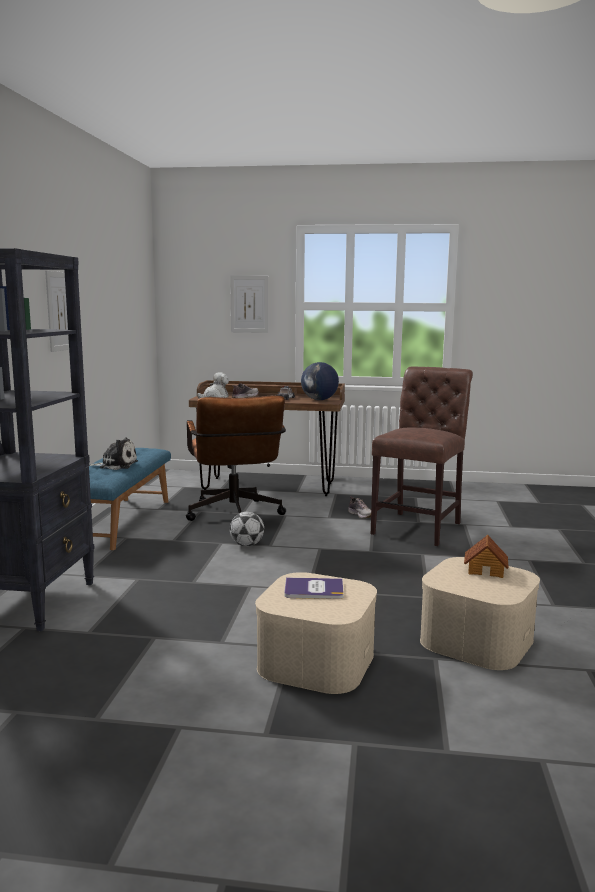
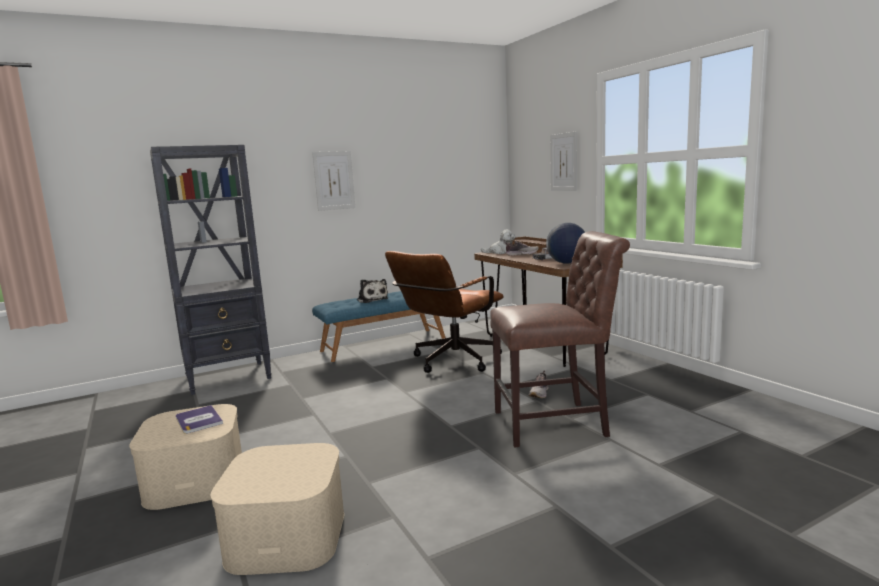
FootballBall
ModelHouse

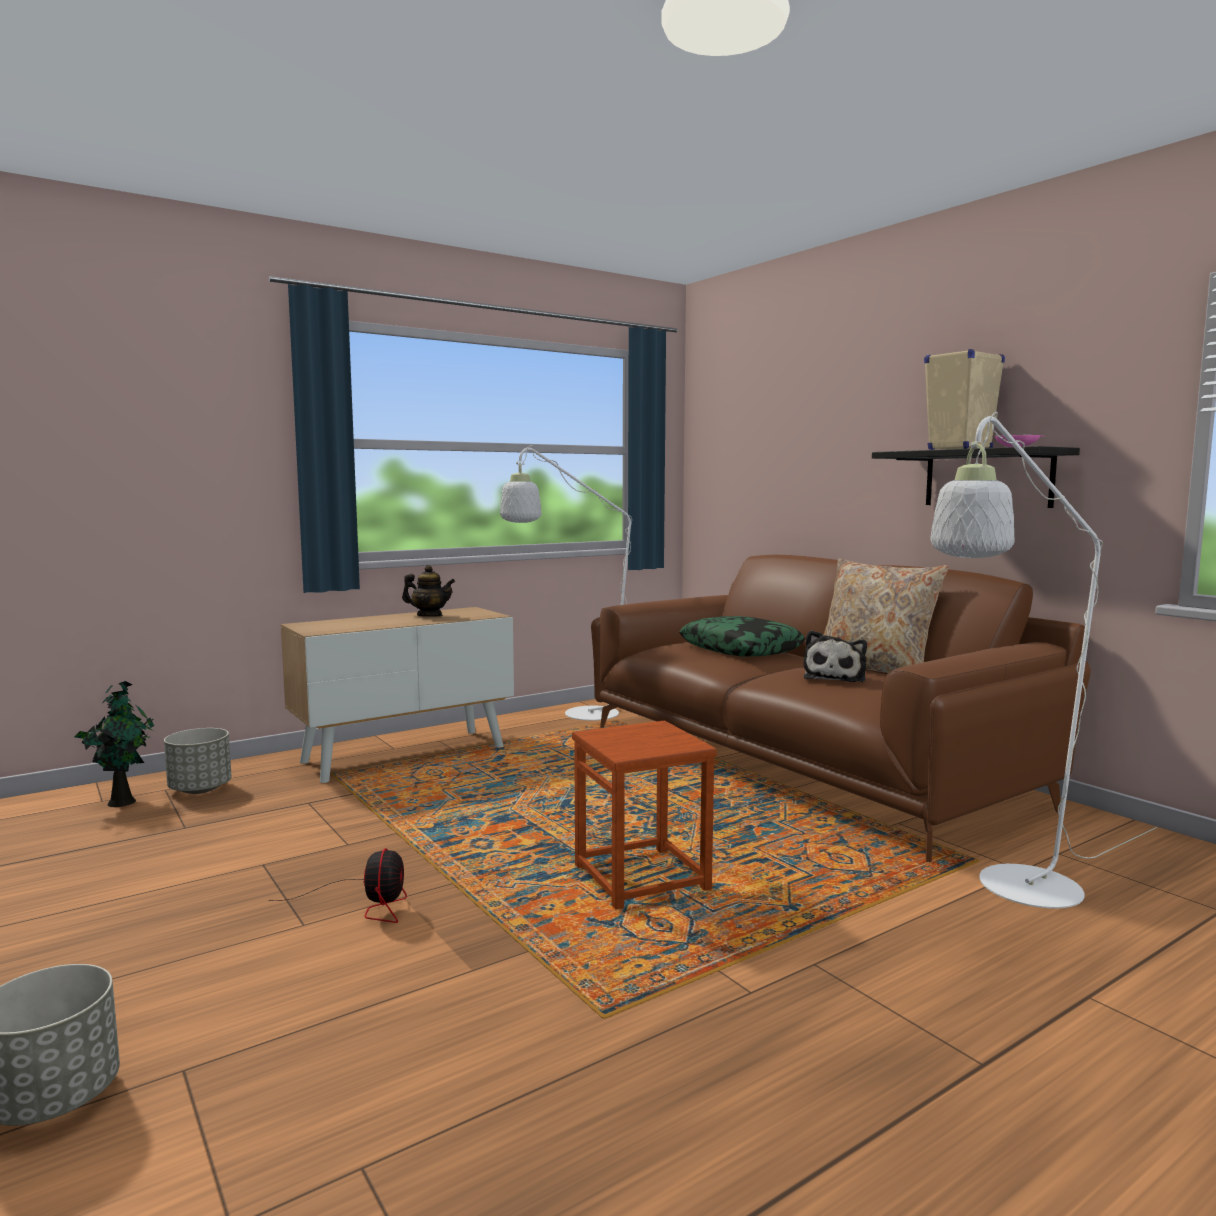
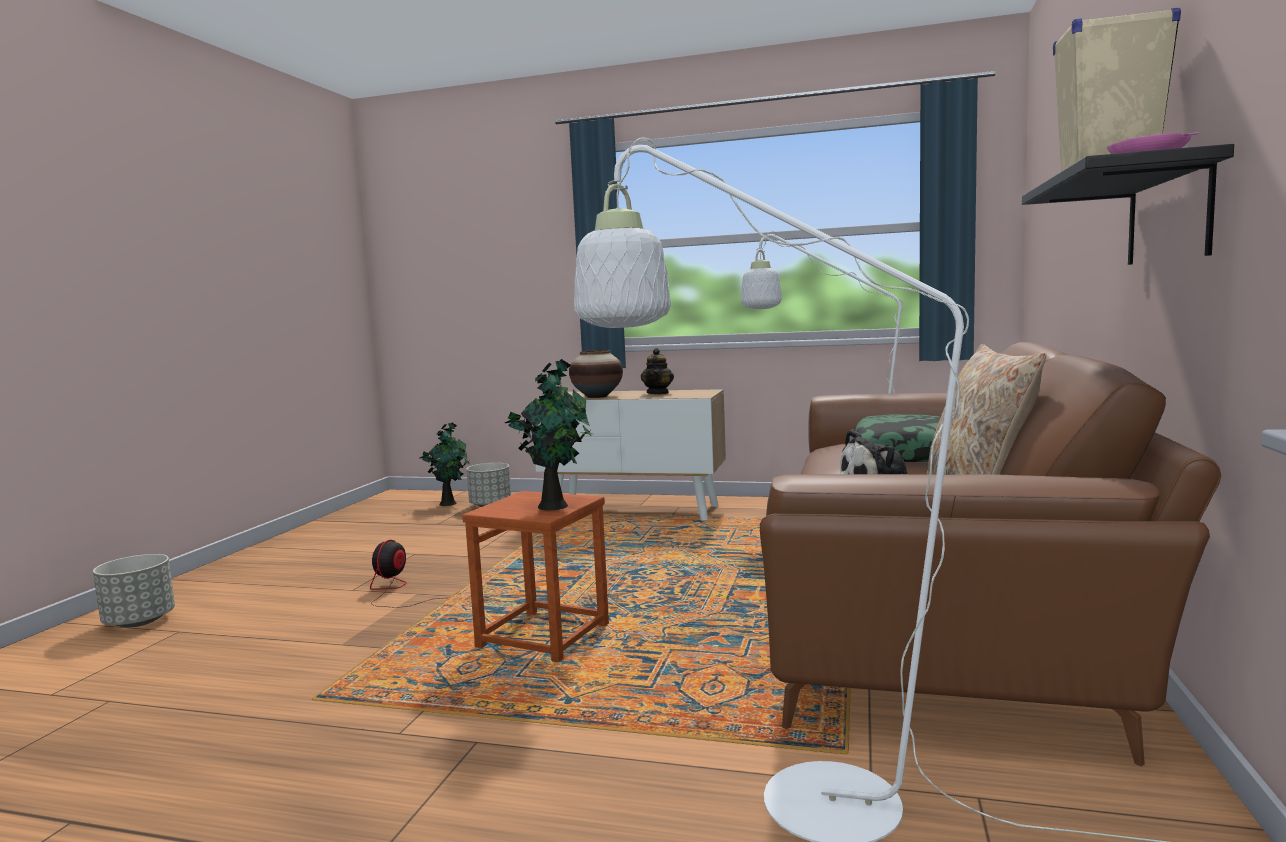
CoolingFan
Teapot
PottedPlant (no. 2 from left)
FlowerVase

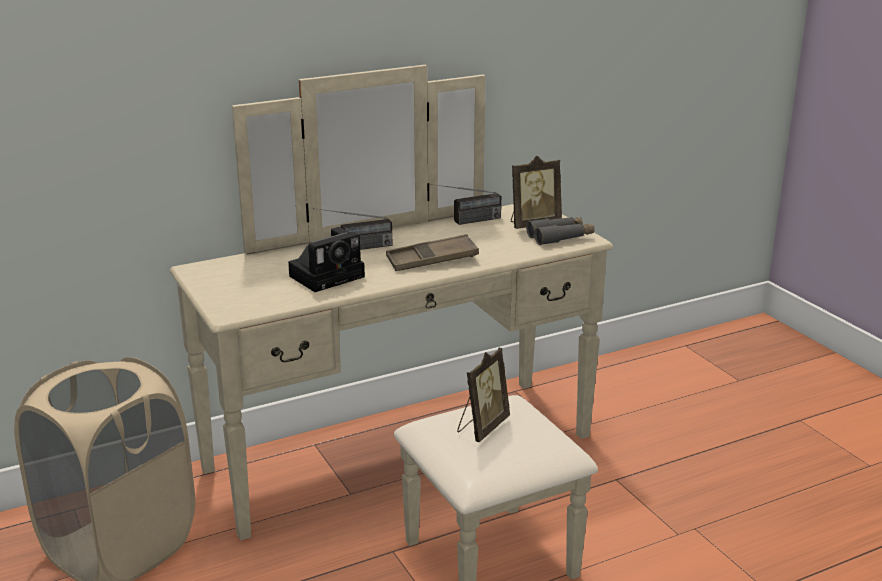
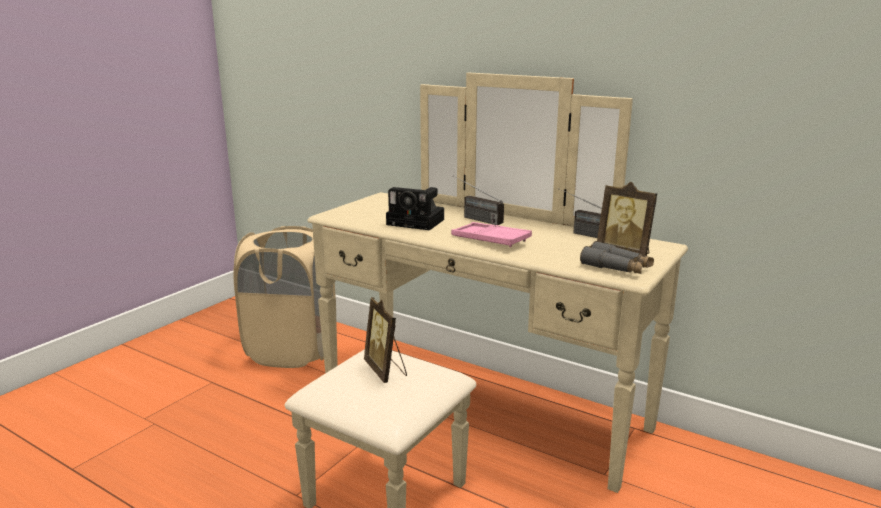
PinkishCarryingTray
StandingFrame (no. 1 from left)

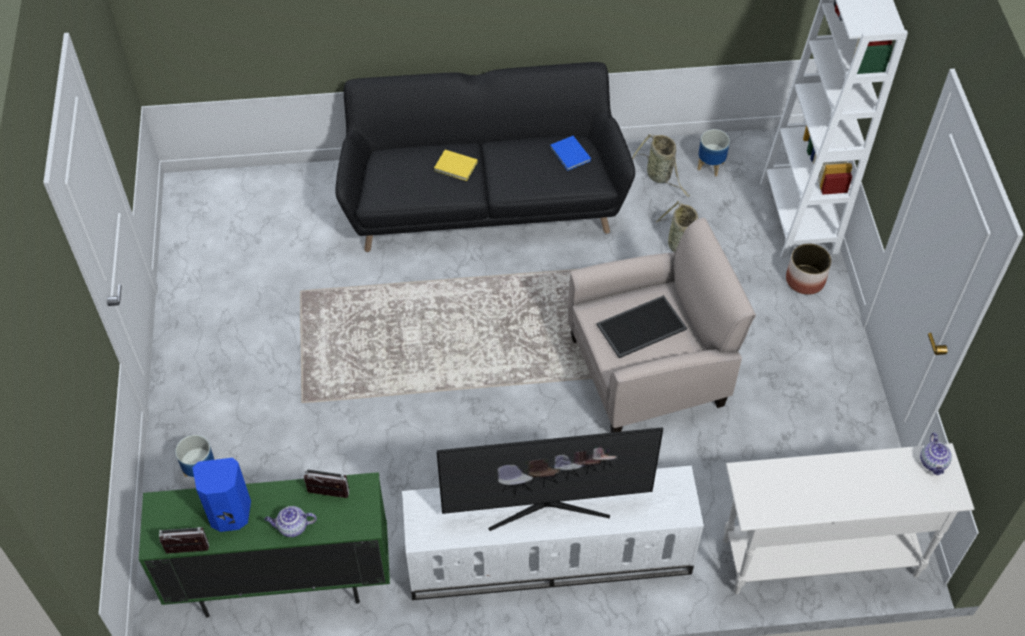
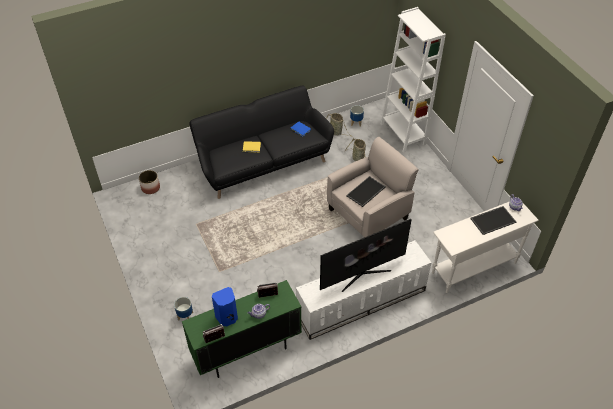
Planter (no. 1 from left)
CarryingTray (no. 2 from left)

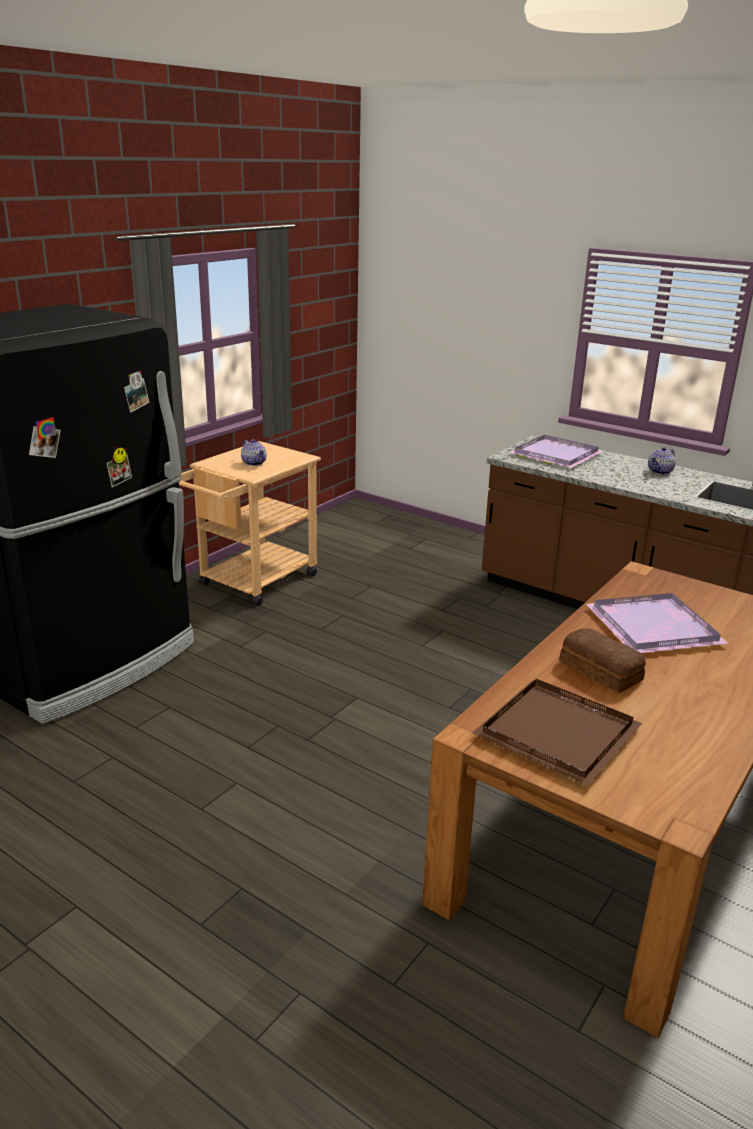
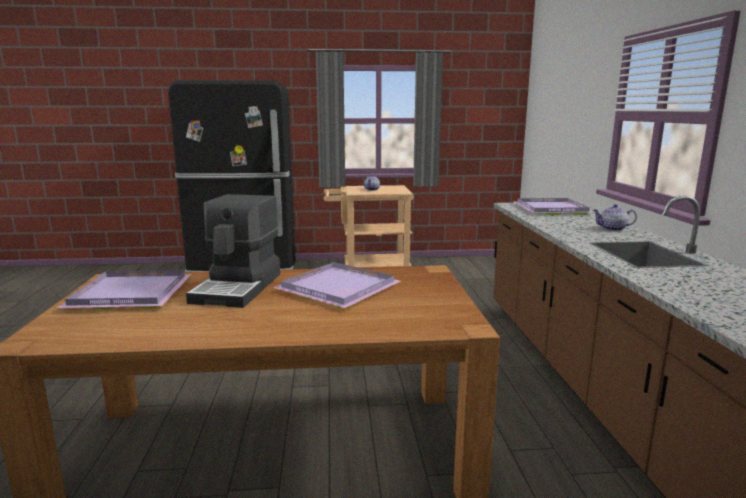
PurpleColouredCarryingTray (no. 1 from left)
CoffeeMaker

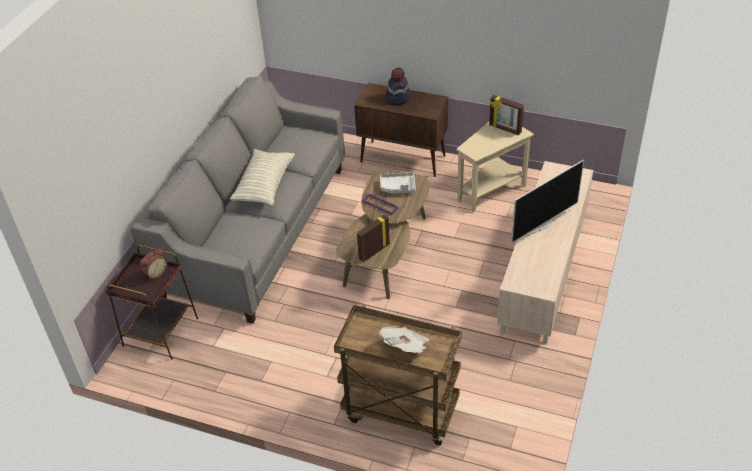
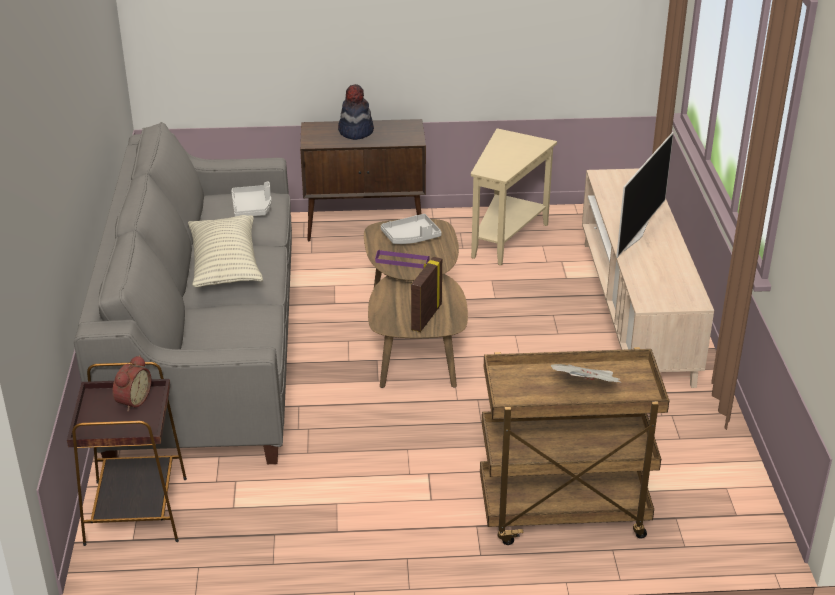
StandingFrame (no. 2 from left in the first image)
GrayCarryingTray (no. 1 from left)

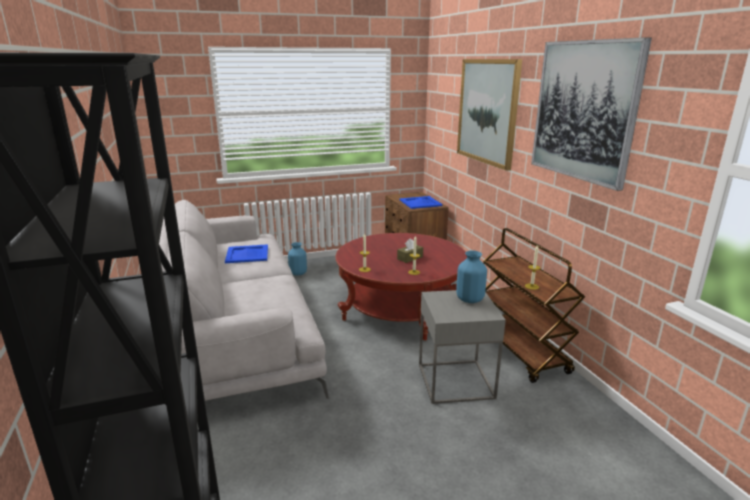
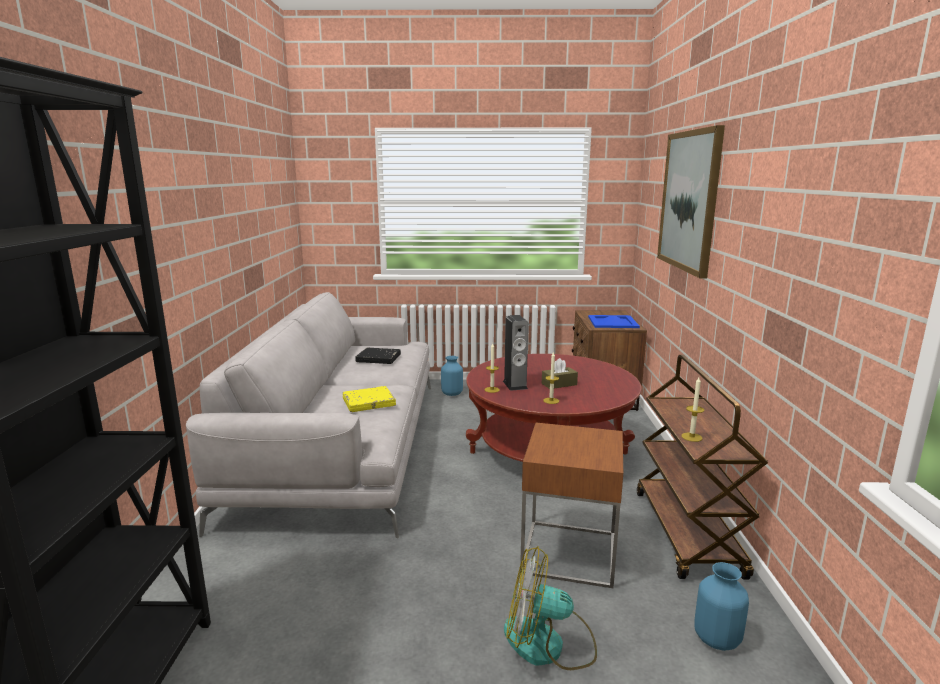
BlackColouredBoundBook
BrownEndTable
BlueColouredFlowerVase (no. 2 from left)
Picture (no. 2 from left in the first image)
YellowBoundBook
Speaker
CoolingFan

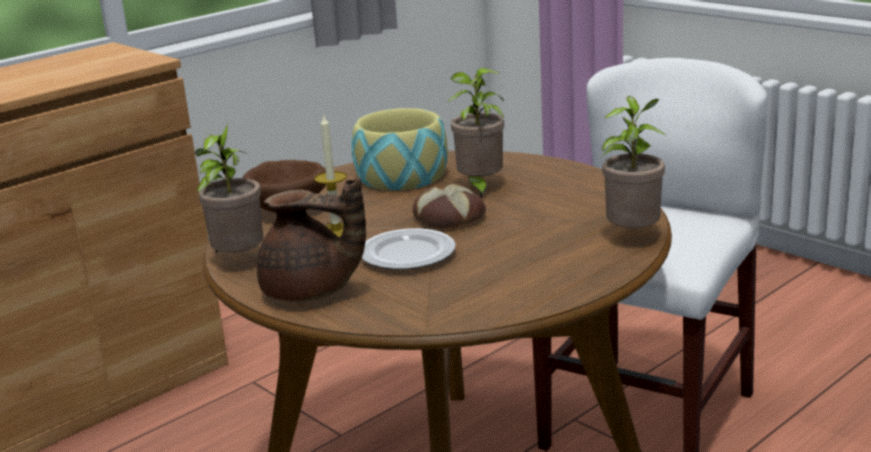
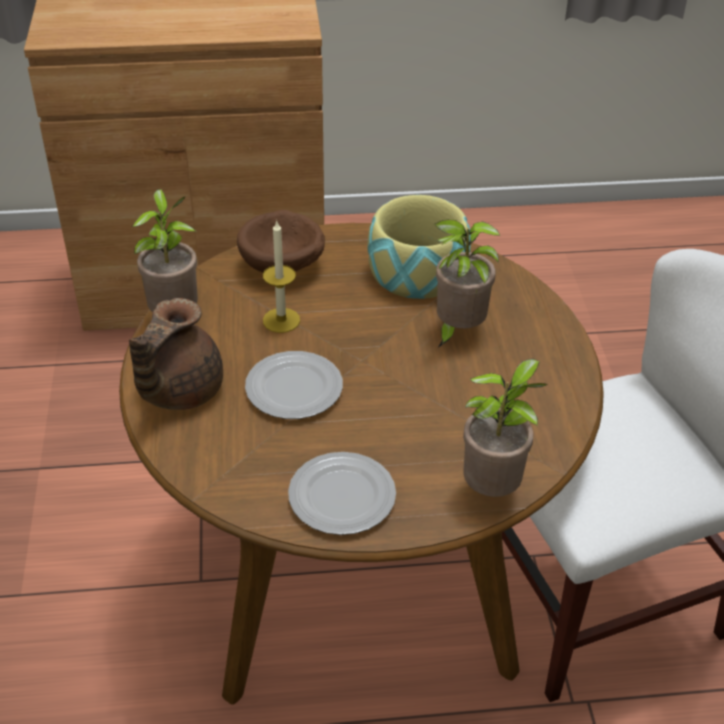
BrownTeapot
BakeryBread
Plate (no. 2 from left)

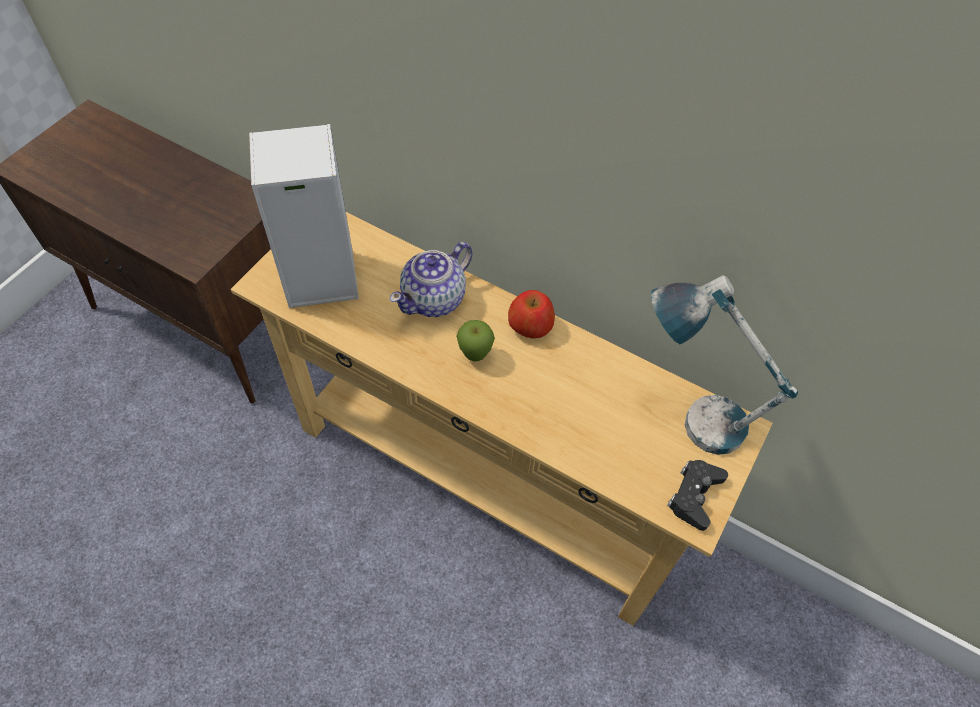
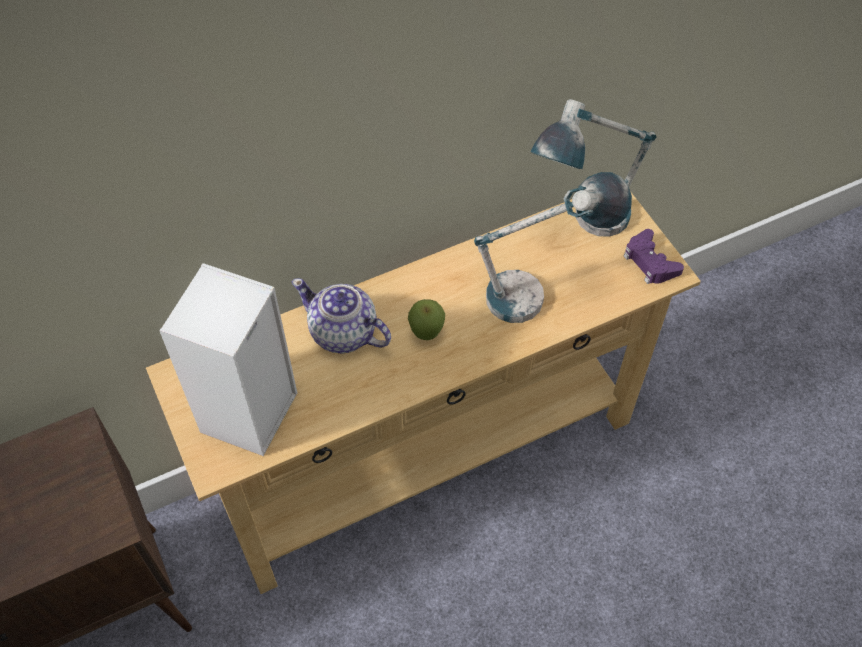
Teapot
Apple (no. 2 from left in the first image)
PurpleColouredGameController
LampForATable (no. 1 from left)

